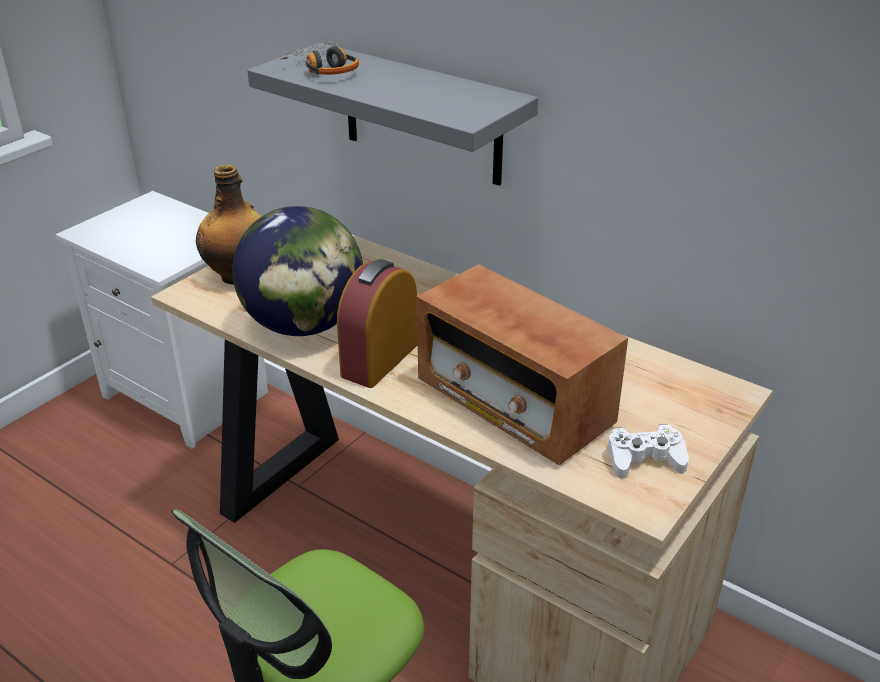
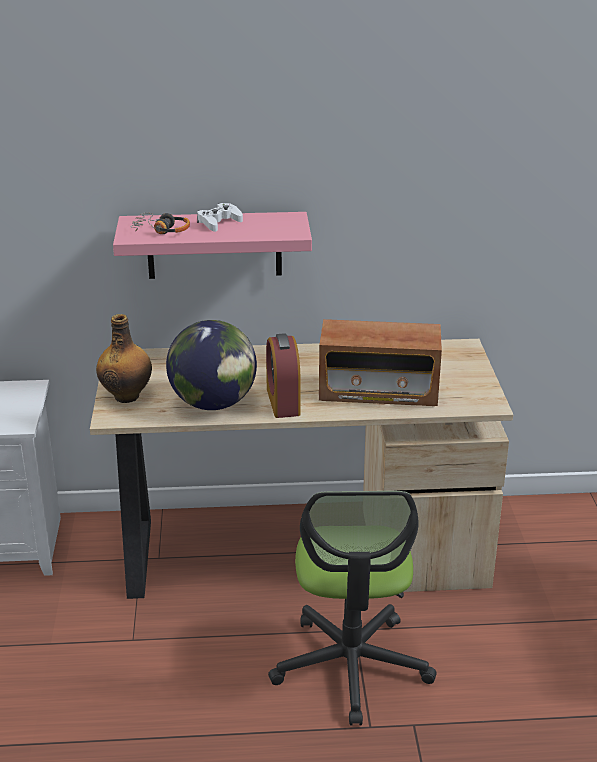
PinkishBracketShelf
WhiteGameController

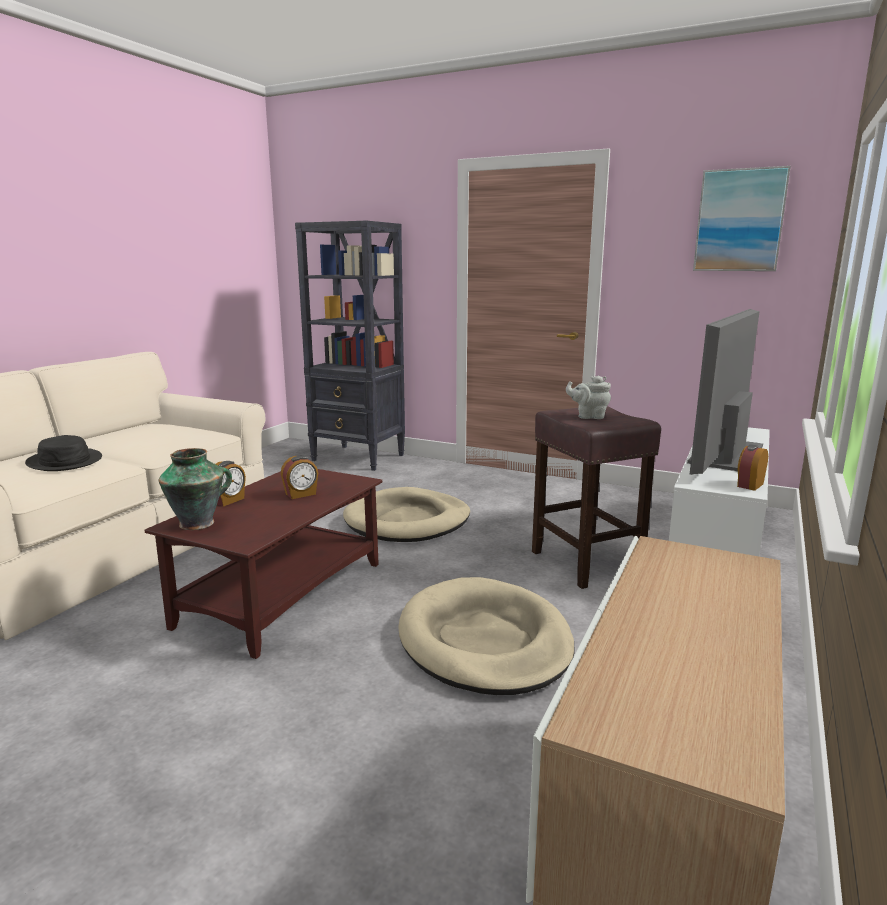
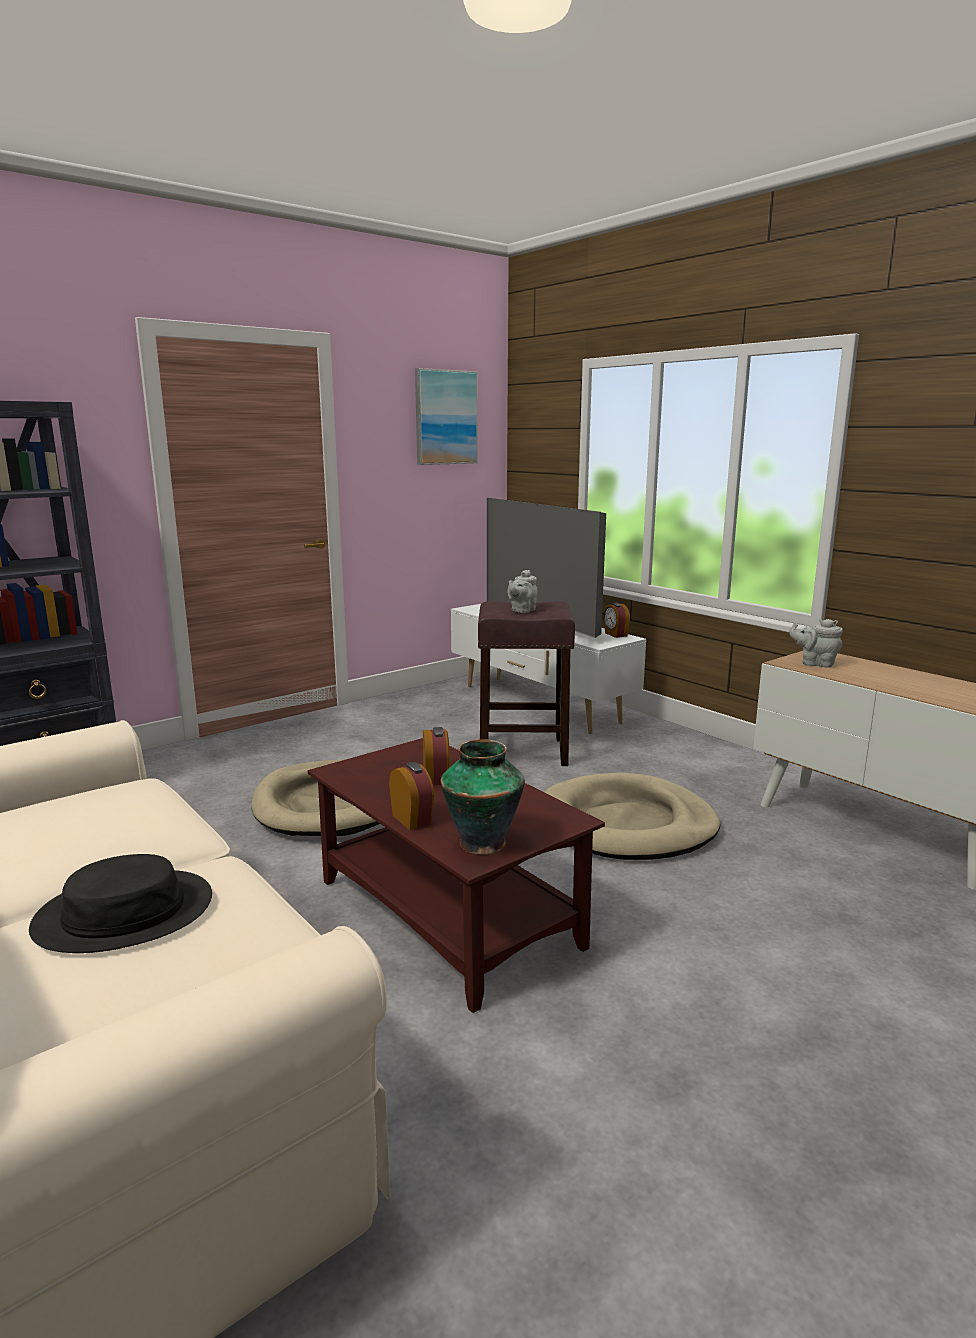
GrayTeapot (no. 2 from left)

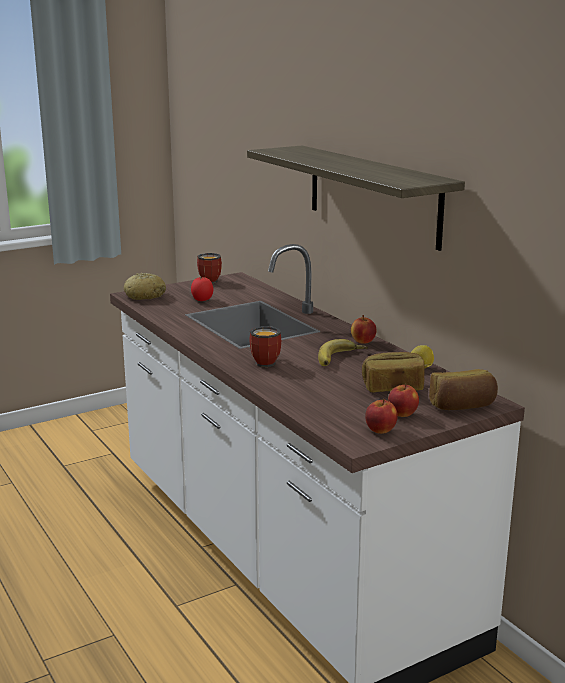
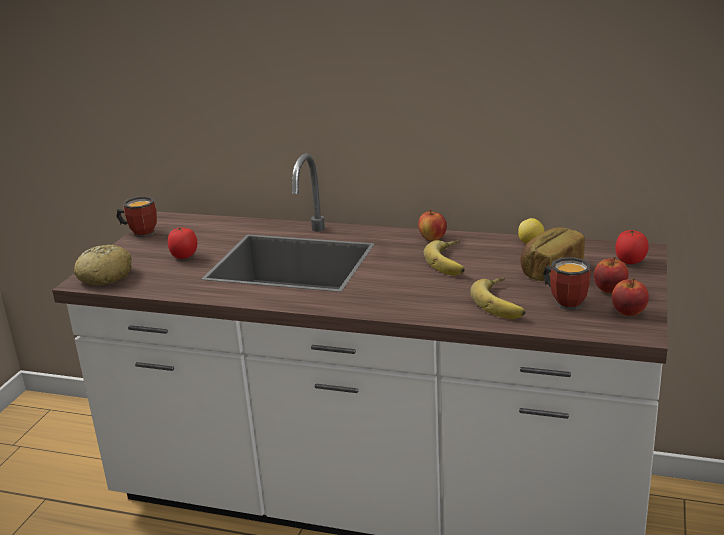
BracketShelf
CoffeeMug (no. 2 from left)
FreshTomato (no. 2 from left)
WholeBanana (no. 2 from left)

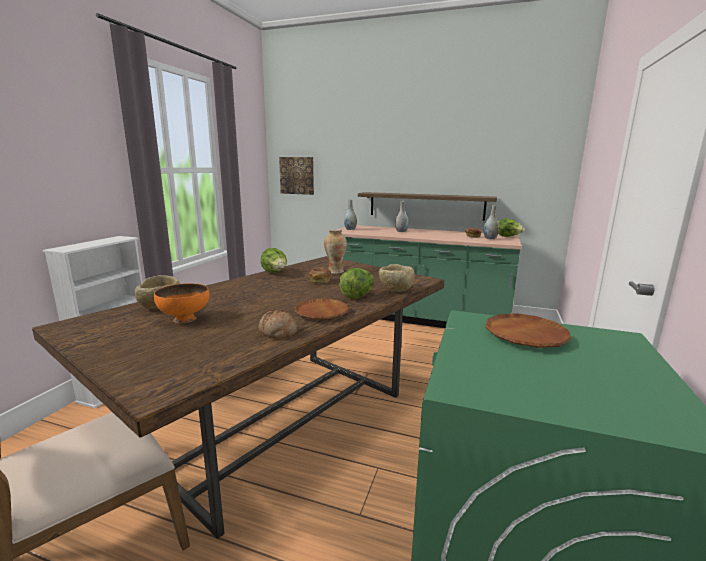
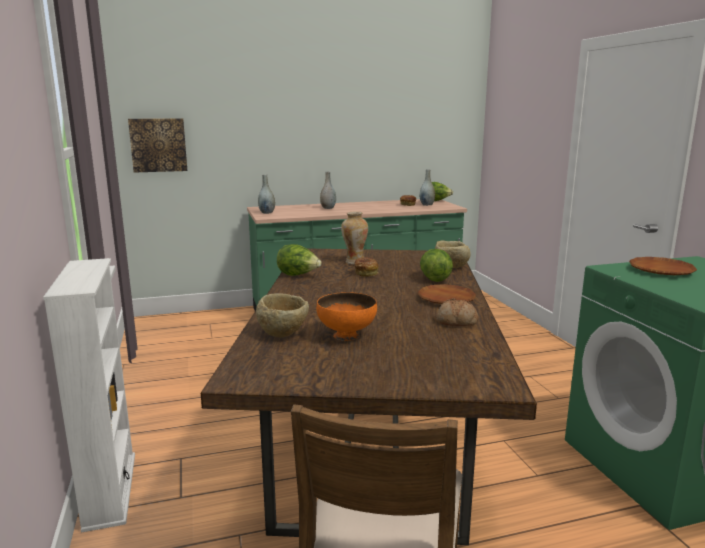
BracketShelf

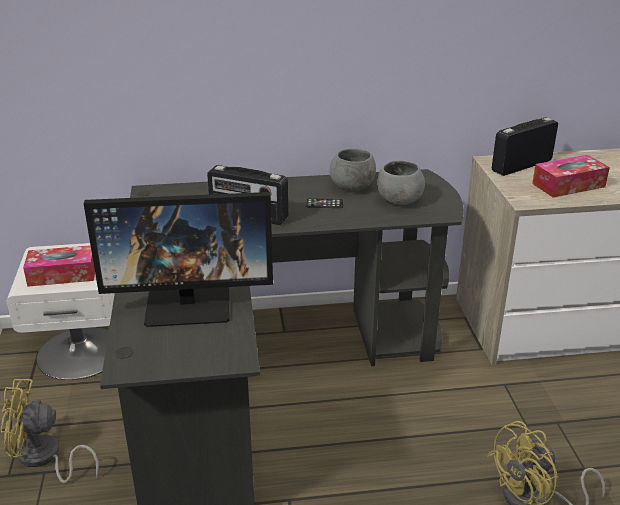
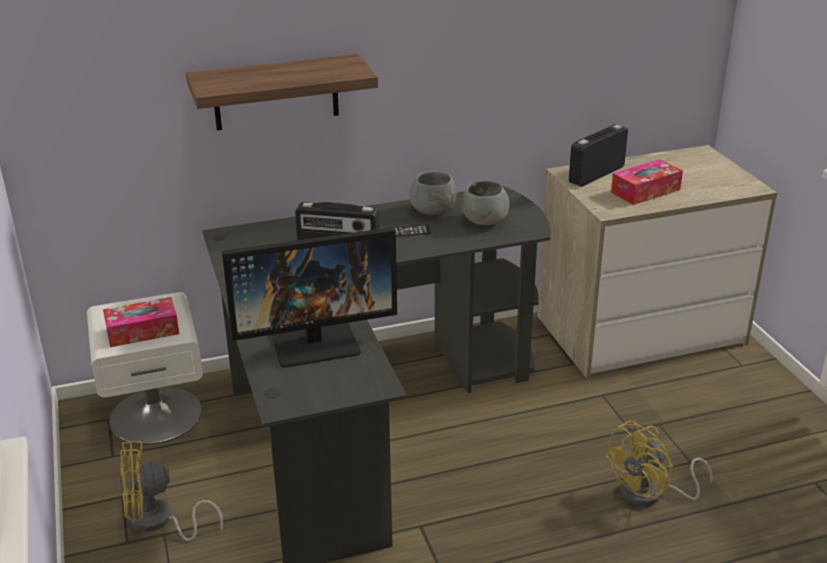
BracketShelf

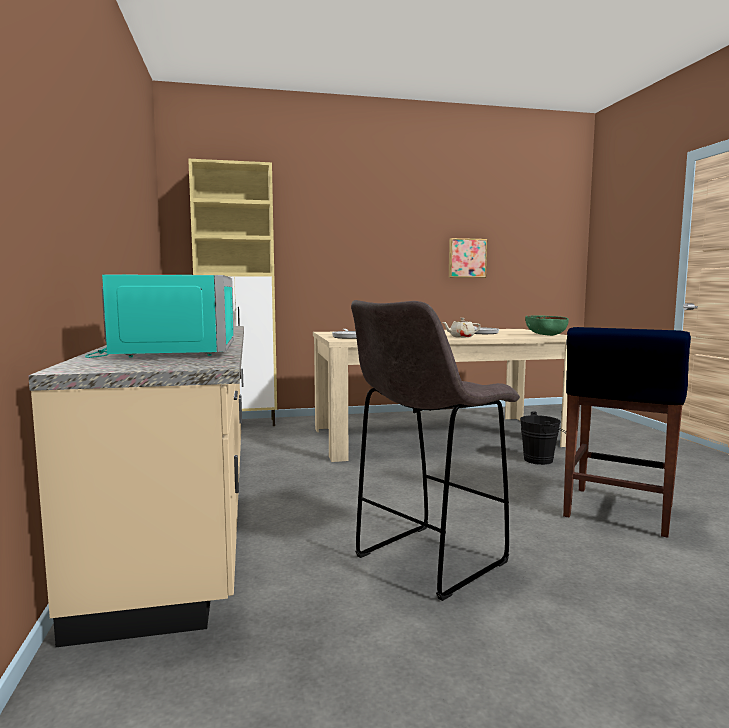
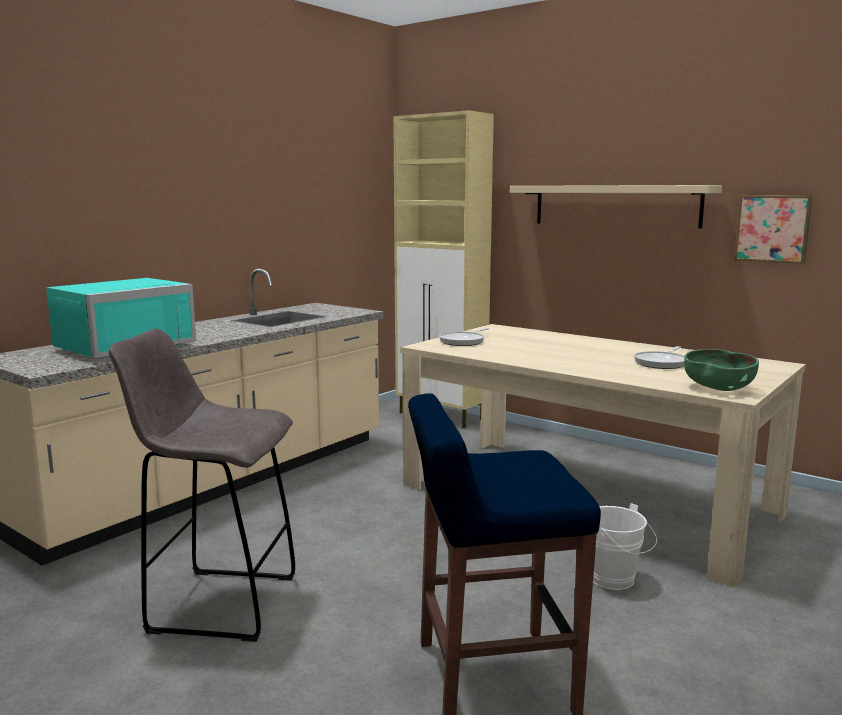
BeigeTeapot
WhiteBucket
BeigeBracketShelf

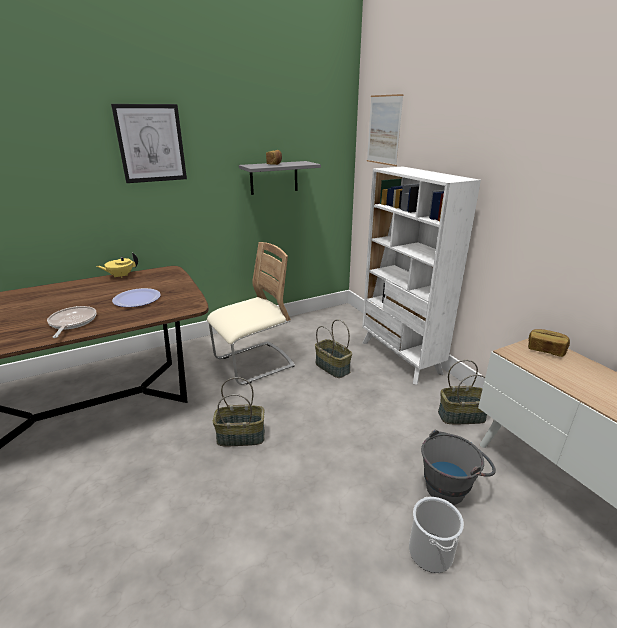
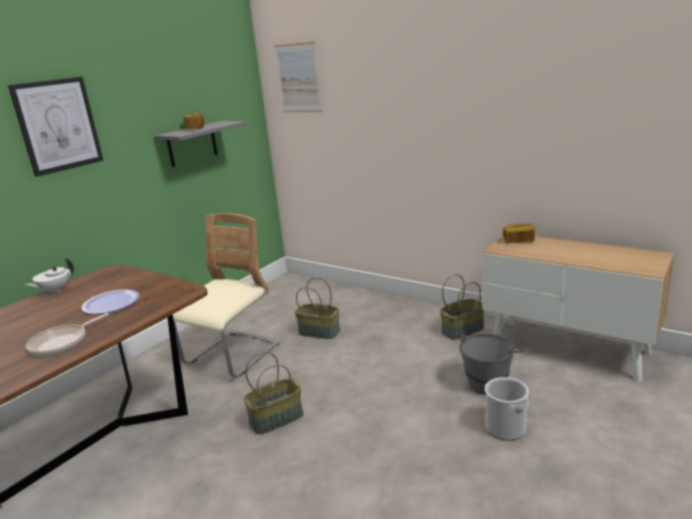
Skillet
WhiteTeapot
WhiteBookshelf

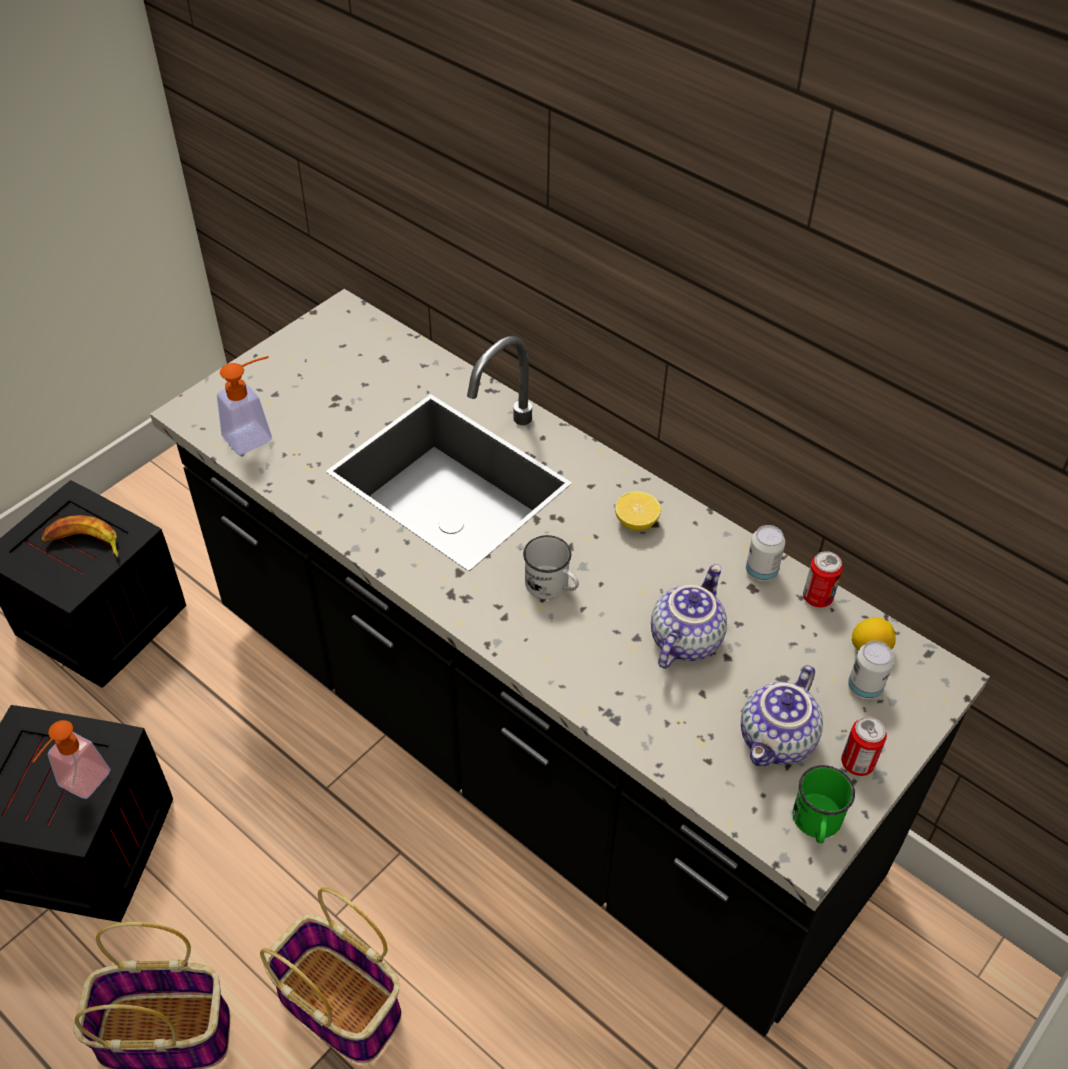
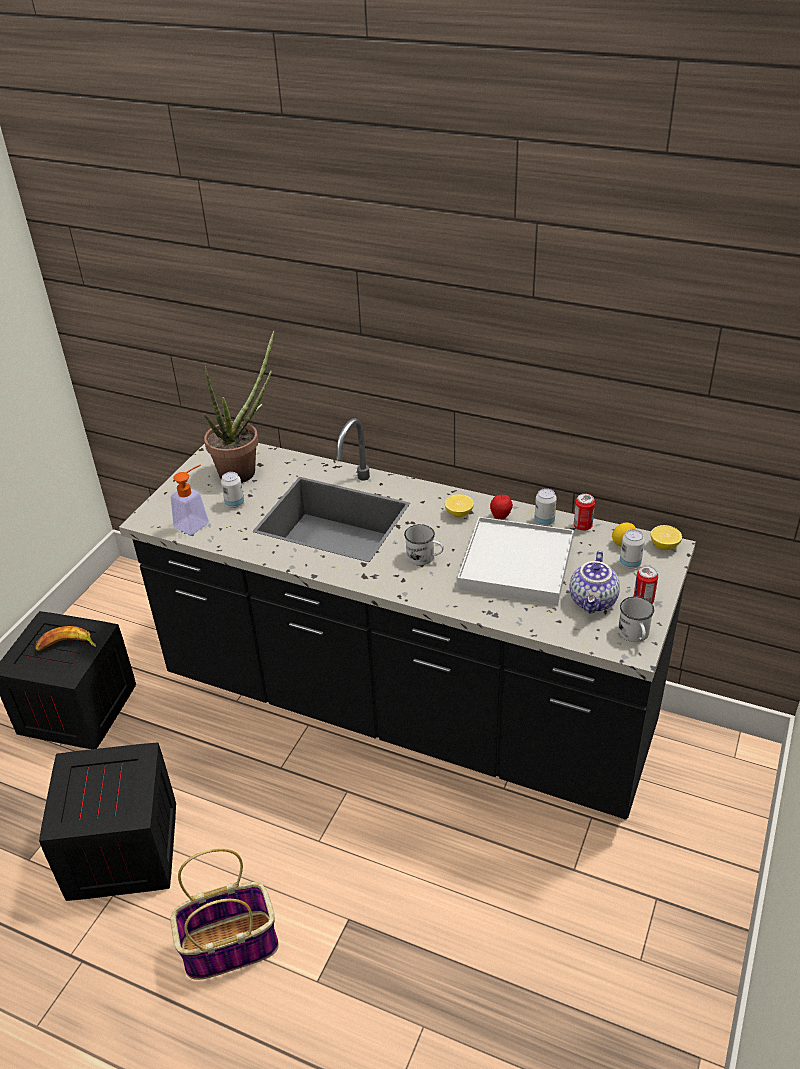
SoapBottle (no. 1 from left in the first image)
HouseholdBasket (no. 2 from left in the first image)
WhiteCarryingTray
WhiteCoffeeMug (no. 2 from left)
PottedPlant
MetalCan (no. 1 from left)
Apple
CitrusFruit (no. 3 from left)

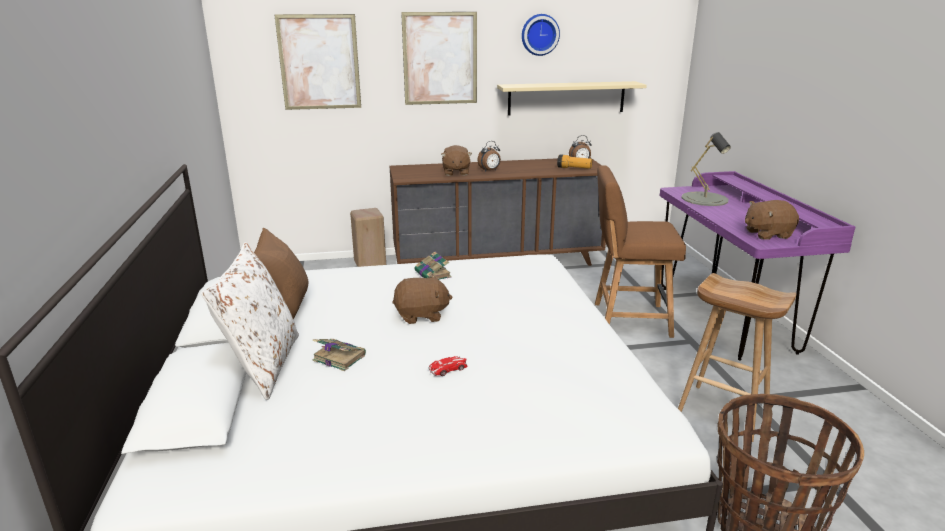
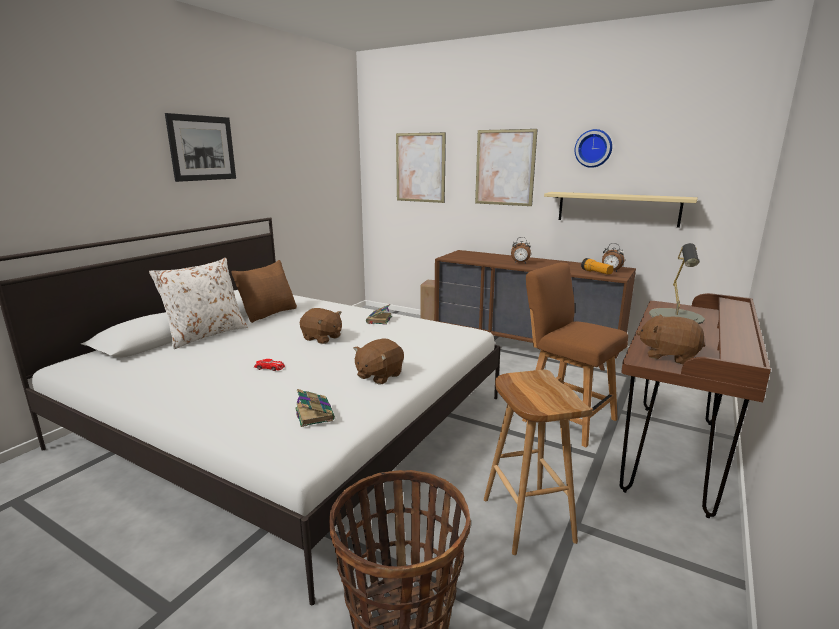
BoundBook (no. 1 from left)
BrownCuddlyToy (no. 2 from left)
BrownDesk
Picture (no. 1 from left)

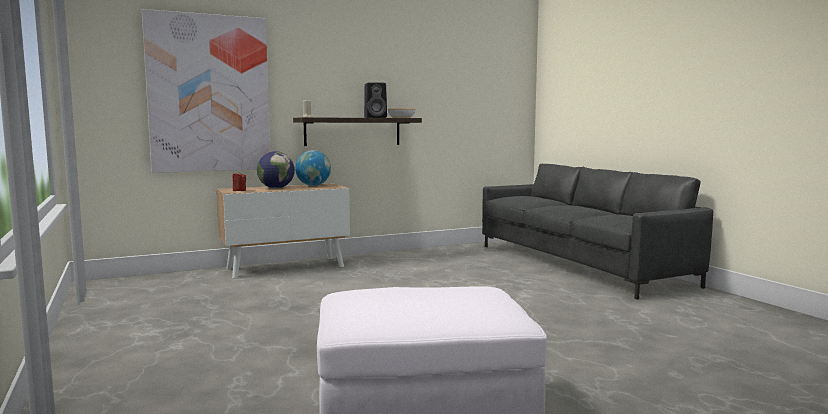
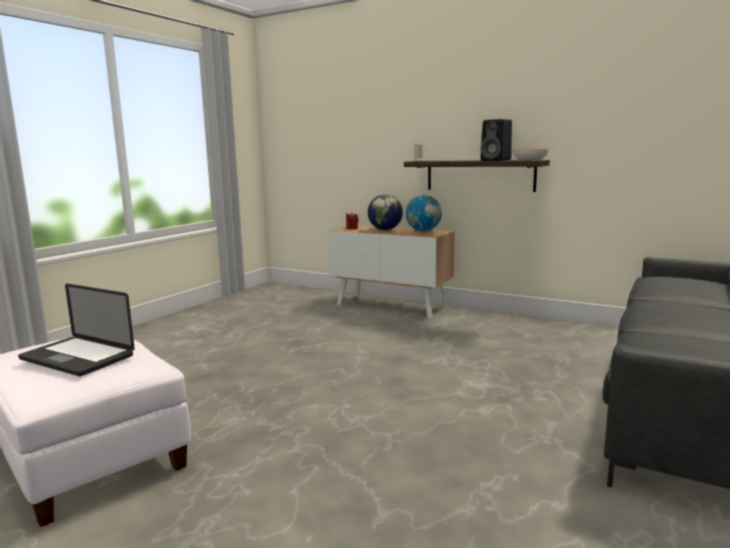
Picture
PortableComputer

